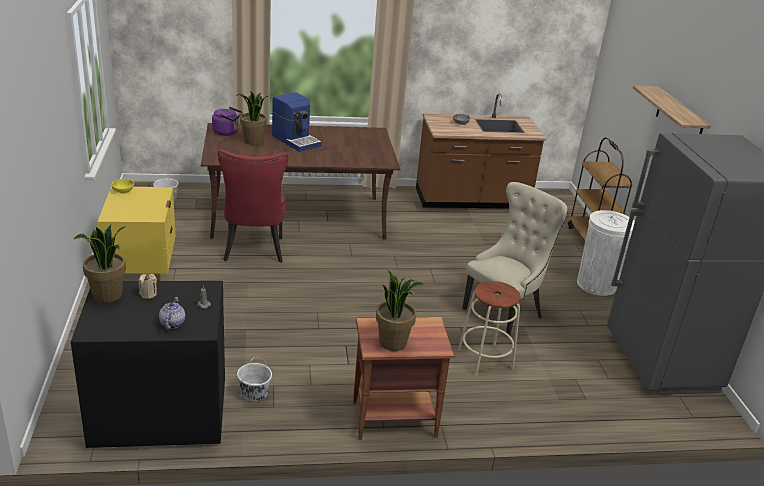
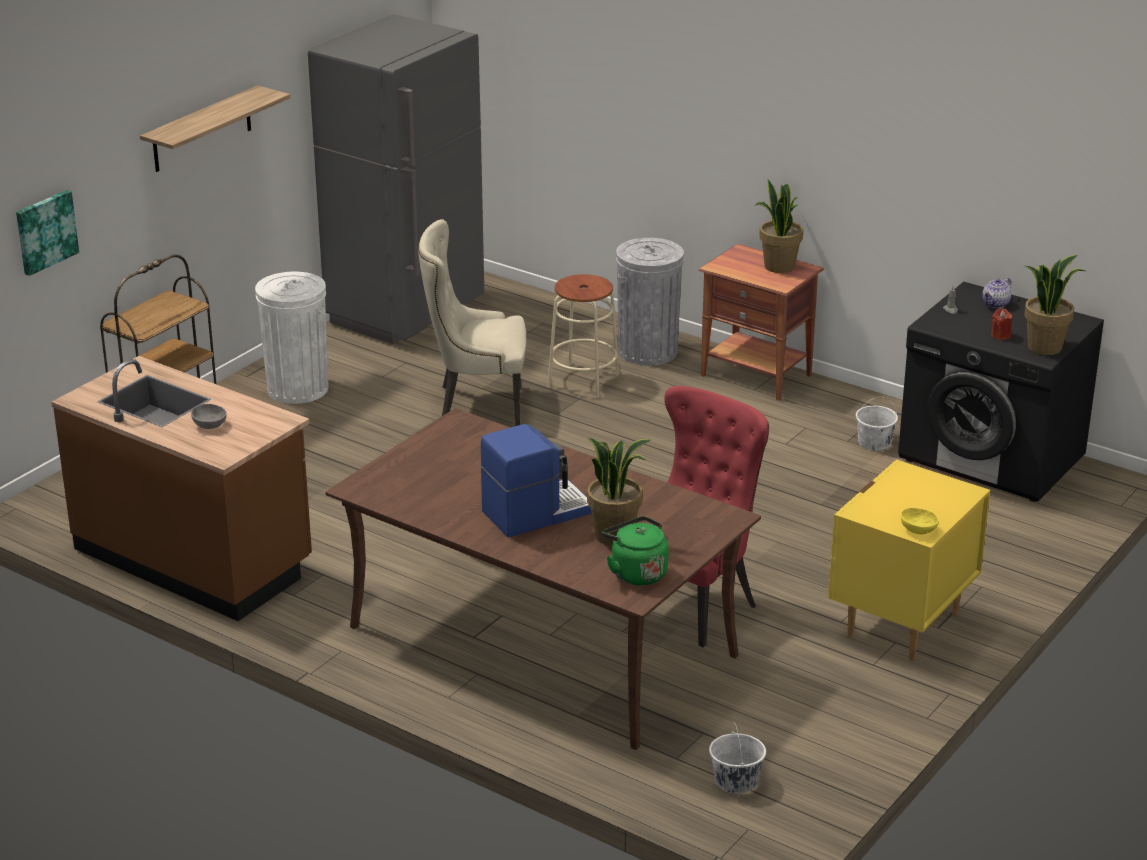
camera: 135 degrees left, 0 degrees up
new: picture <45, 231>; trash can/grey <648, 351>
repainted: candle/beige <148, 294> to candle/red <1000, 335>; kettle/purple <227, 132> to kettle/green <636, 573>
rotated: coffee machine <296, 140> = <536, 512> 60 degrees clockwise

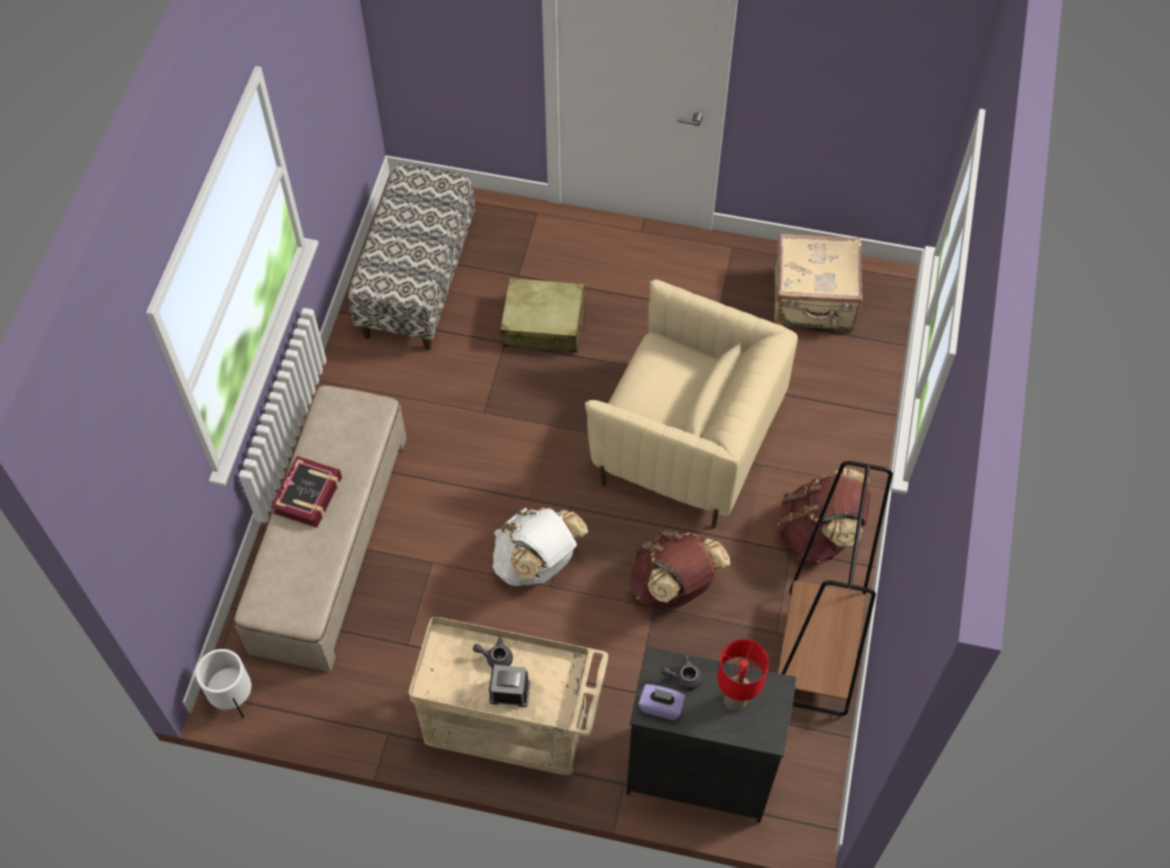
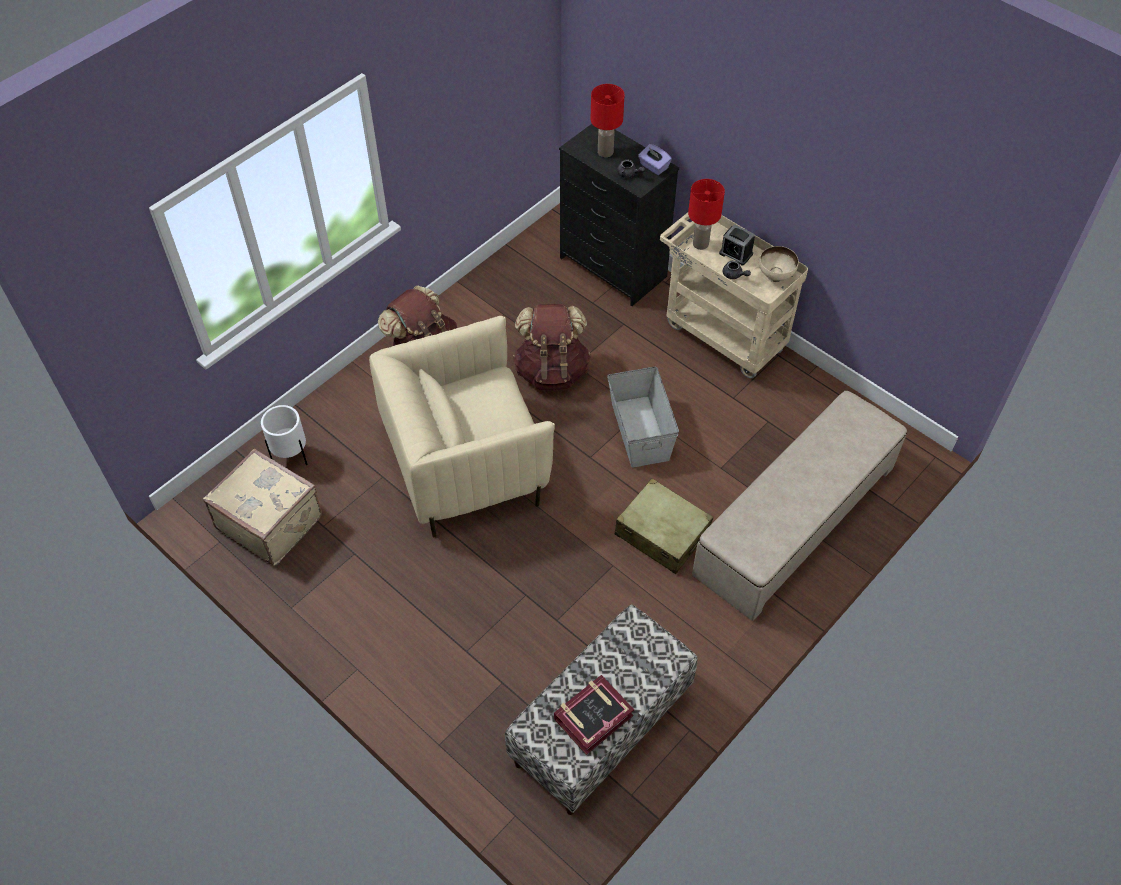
camera: 150 degrees left, 5 degrees down
gone: clothes rack <816, 654>
new: table lamp/red <701, 243>; bowl/beige <775, 276>
shifted: planter/white <234, 698> to <291, 456>; book <308, 495> to <593, 717>; suitcase/beige <544, 324> to <662, 533>
swapped: backpack/white <537, 563> to storage box/grey <640, 430>
rotated: armchair/beige <686, 440> = <466, 462> 75 degrees counterclockwise

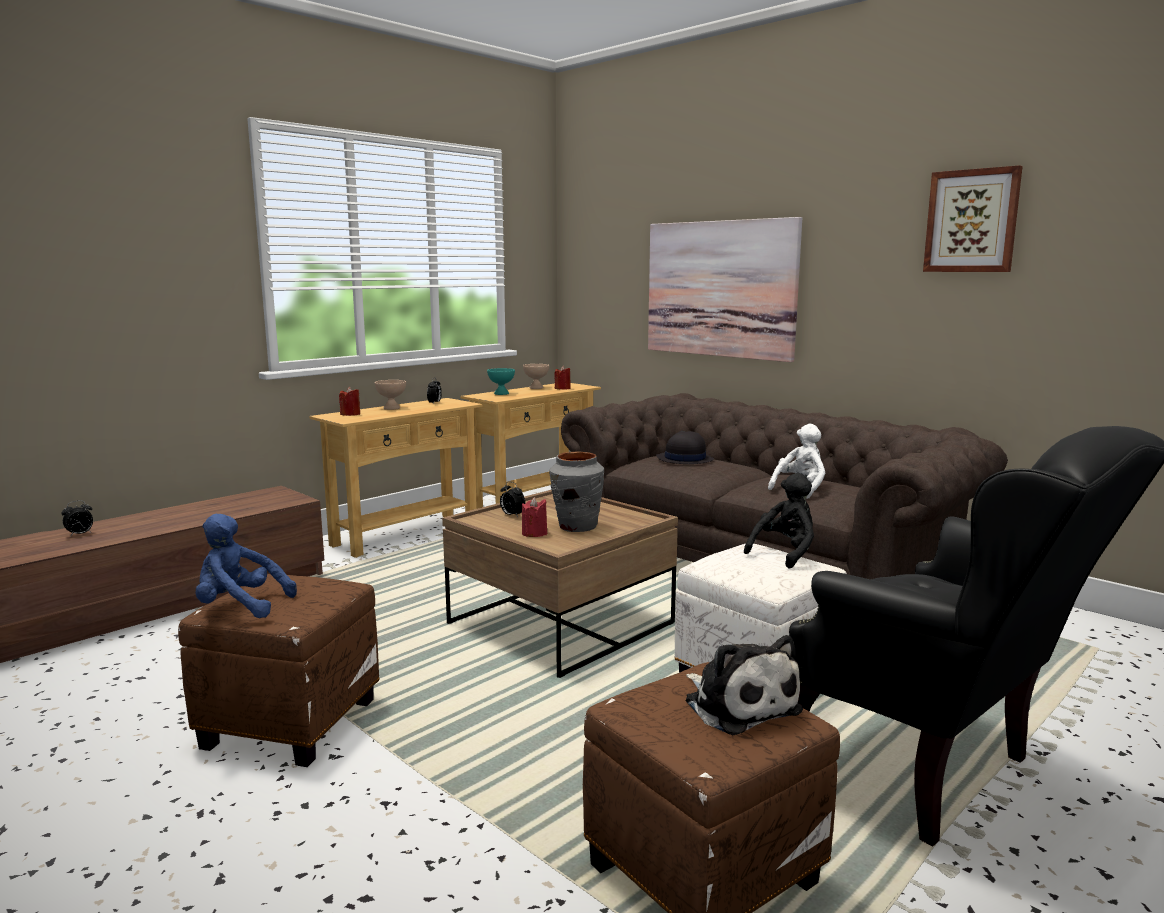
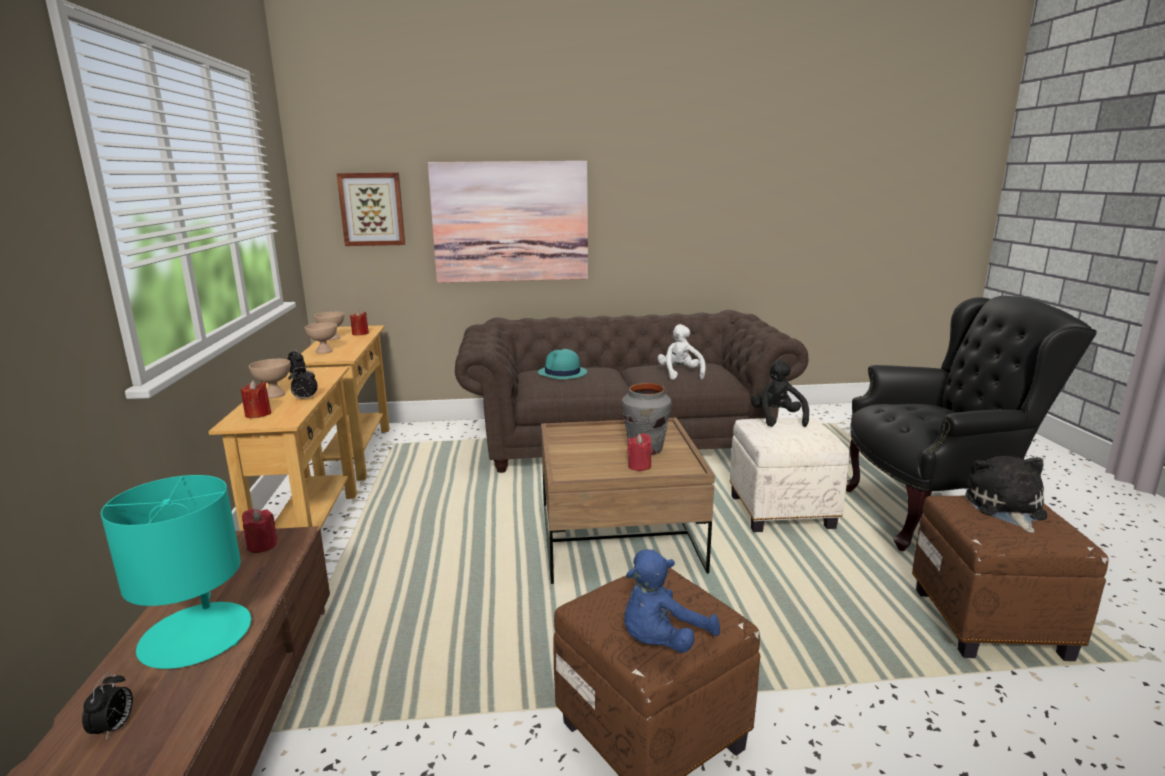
camera: 50 degrees left, 5 degrees up
new: table lamp/turquoise <197, 635>; candle/red <262, 545>
shifted: alarm clock <512, 515> to <305, 399>; picture <972, 221> to <372, 209>
repainted: bowl/turquoise <502, 393> to bowl/beige <325, 351>; hat/black <684, 459> to hat/turquoise <562, 373>
rotated: plush toy <738, 704> = <1005, 508> 90 degrees counterclockwise

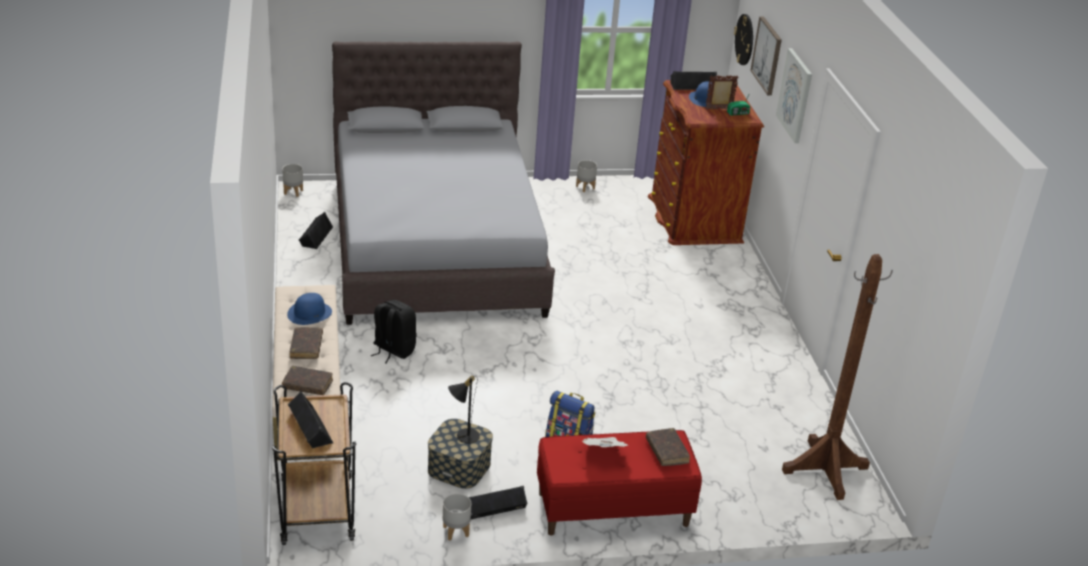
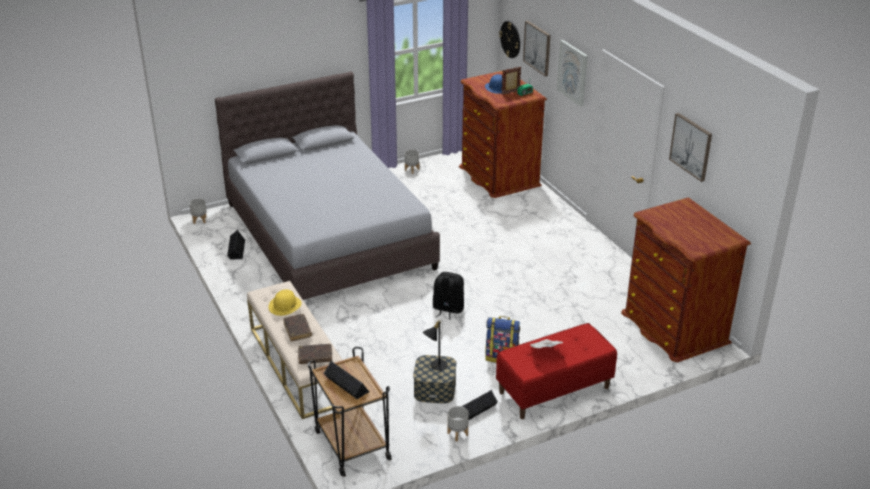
camera: 15 degrees left, 0 degrees up
gone: book/brown <666, 451>; speaker/black <692, 85>
new: picture <691, 146>
shifted: backpack/black <393, 350> to <447, 309>
swapped: clothes rack/brown <825, 469> to dresser/brown <674, 327>
repainted: hat/blue <309, 313> to hat/yellow <285, 305>

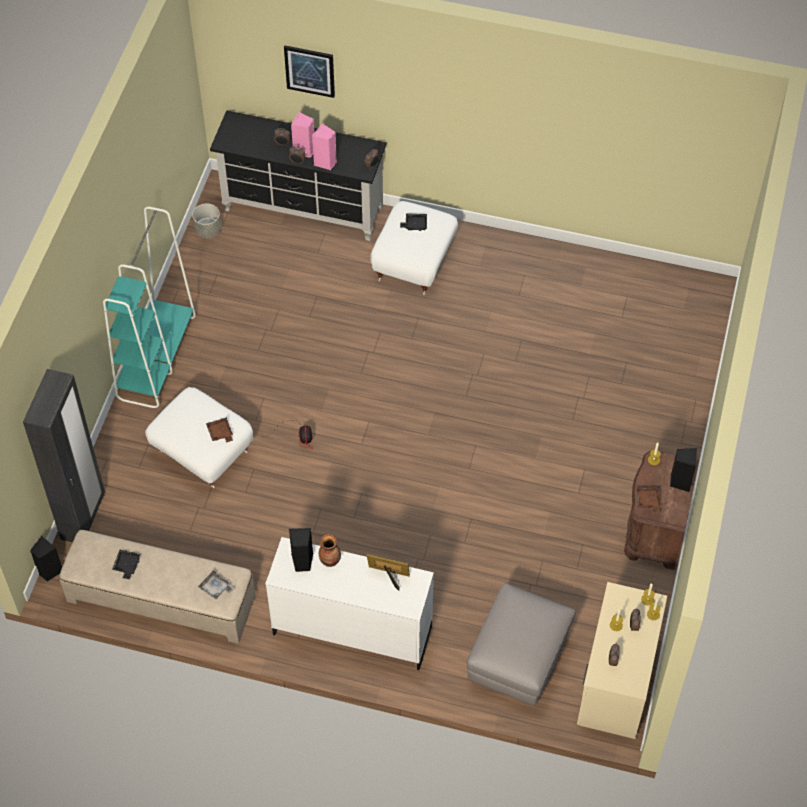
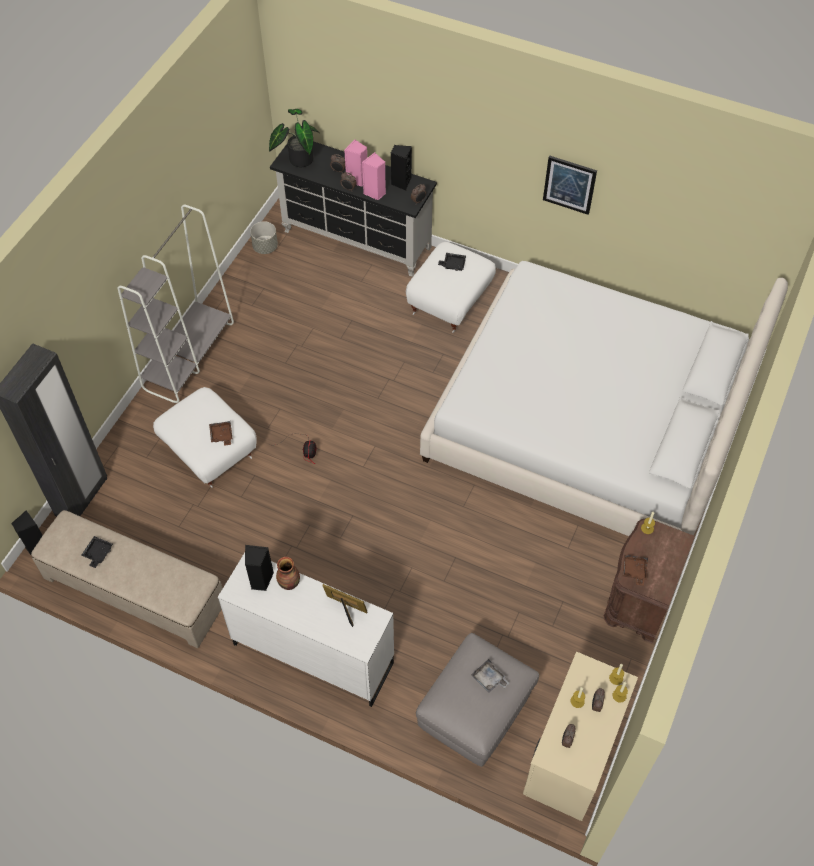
camera: 10 degrees right, 0 degrees up
new: potted plant <298, 159>; bed/white <588, 422>
shifted: tray/grey <216, 588> to <489, 679>; picture <310, 70> to <569, 184>; speaker/black <680, 482> to <401, 182>
repainted: clothes rack/turquoise <157, 358> to clothes rack/grey <189, 357>

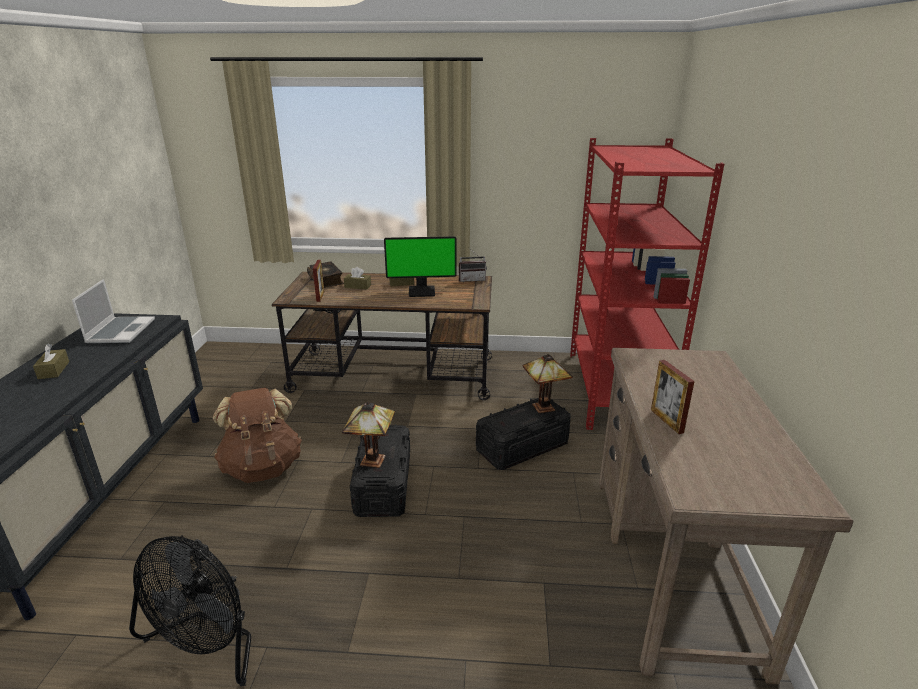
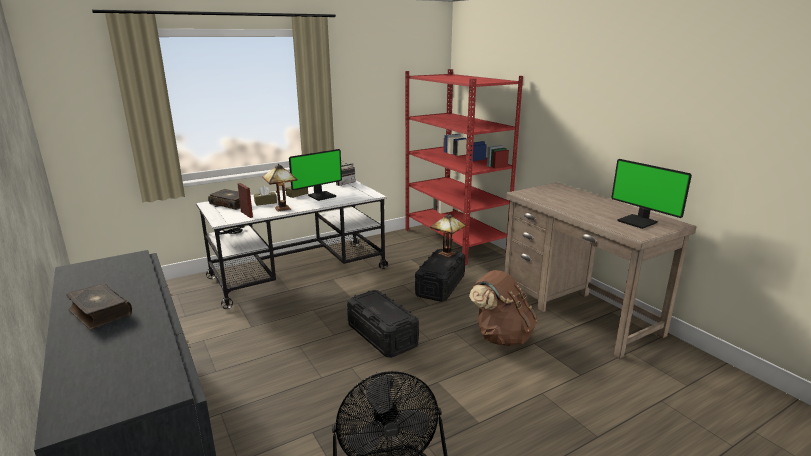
camera: 35 degrees left, 5 degrees down
gone: laptop <120, 331>; picture frame <666, 421>
new: monitor <638, 222>
shifted: backpack/brown <262, 467> to <501, 336>; table lamp <373, 462> to <283, 208>
swapped: tissue box/brown <54, 370> to book <99, 313>
repainted: desk/brown <393, 375> to desk/white <299, 273>

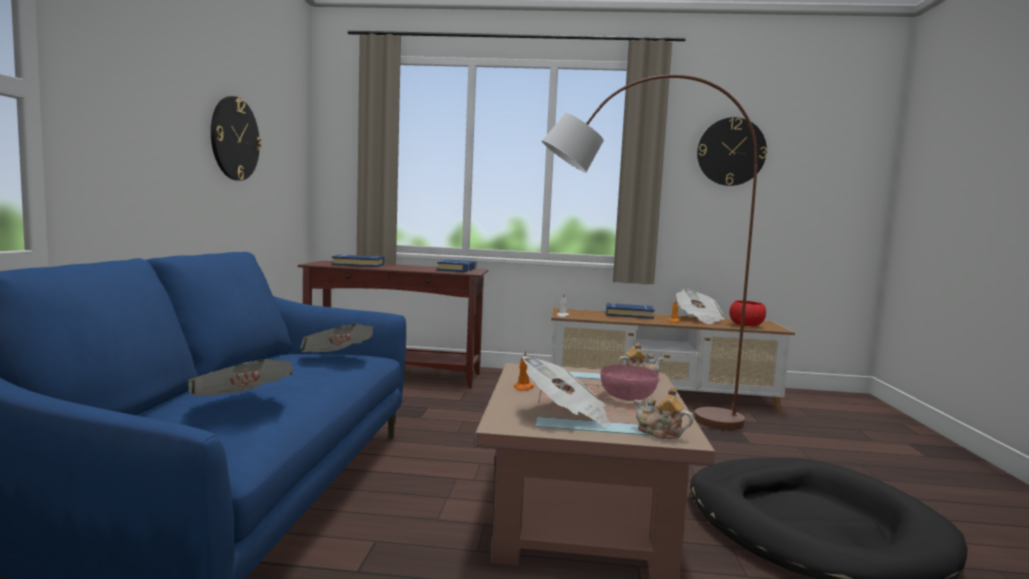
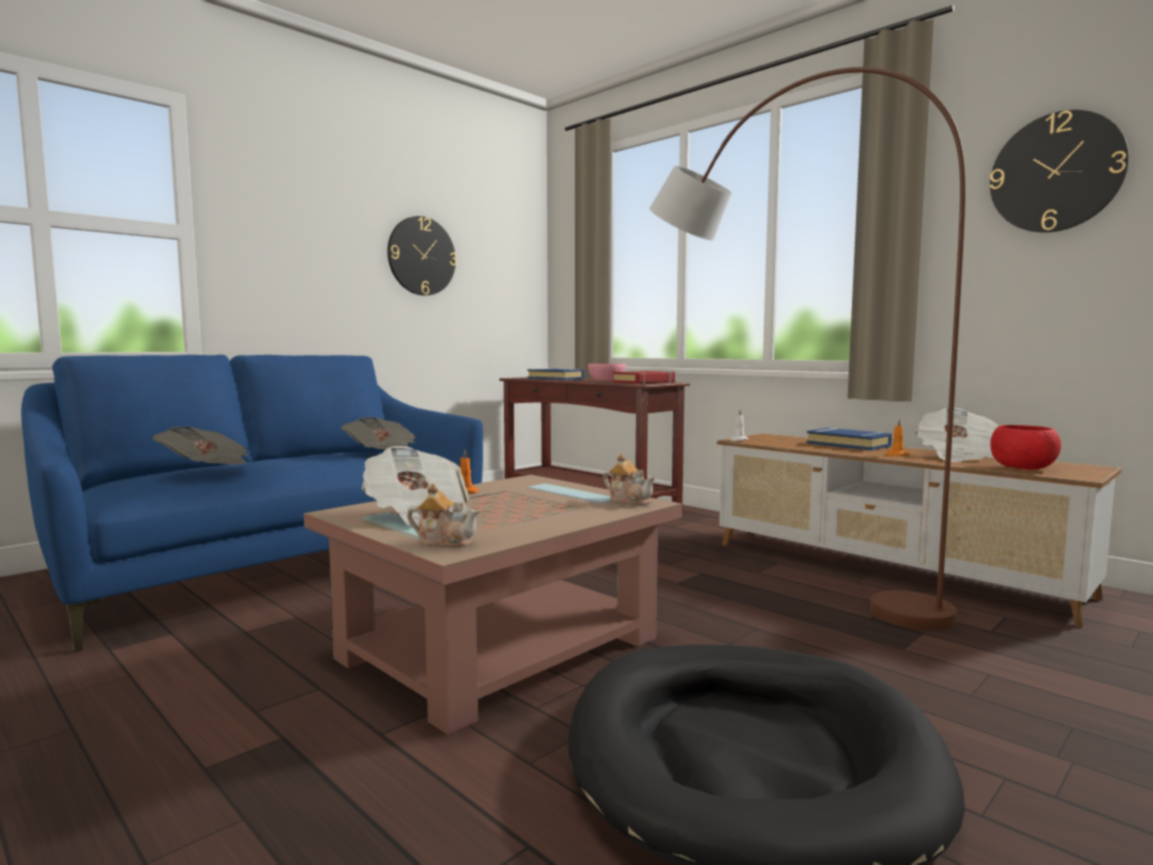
camera: 40 degrees right, 0 degrees up
shifted: bowl/pink <628, 397> to <606, 380>
repainted: book/blue <457, 269> to book/red <644, 382>
rotated: teapot <660, 433> = <445, 542> 120 degrees clockwise

